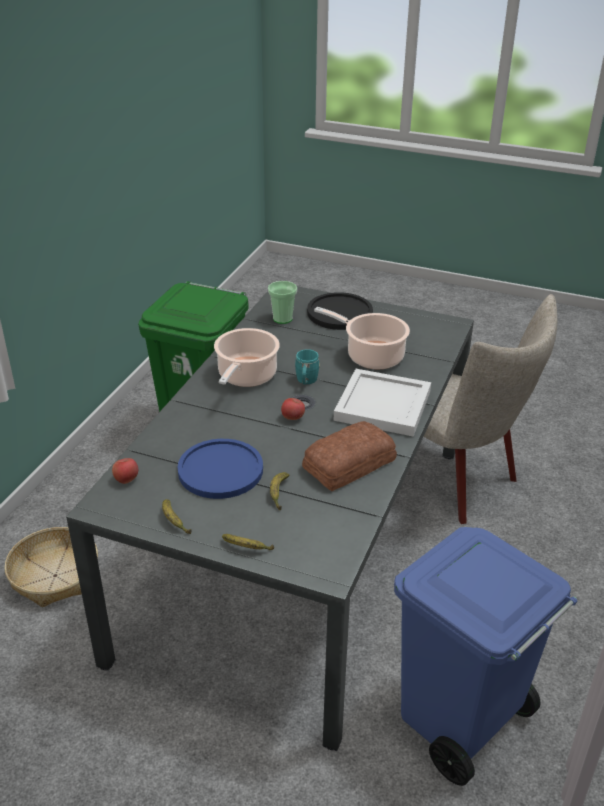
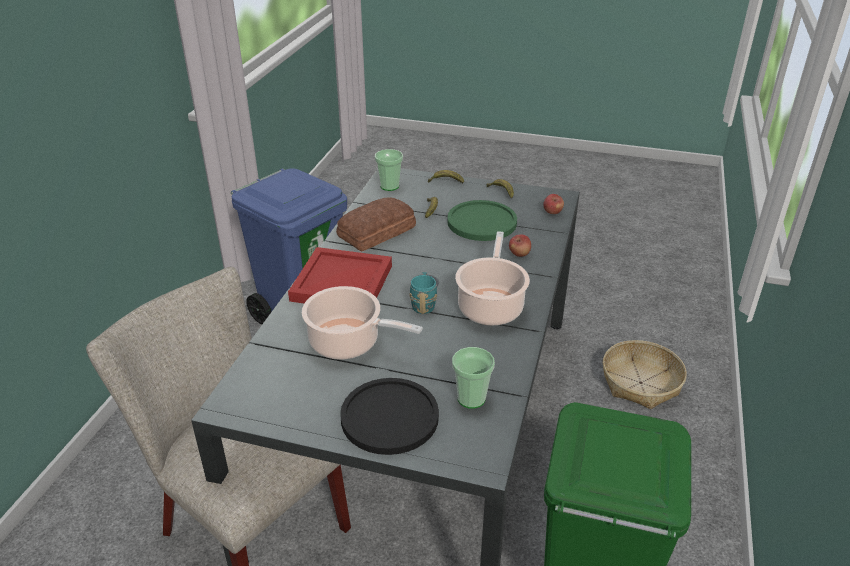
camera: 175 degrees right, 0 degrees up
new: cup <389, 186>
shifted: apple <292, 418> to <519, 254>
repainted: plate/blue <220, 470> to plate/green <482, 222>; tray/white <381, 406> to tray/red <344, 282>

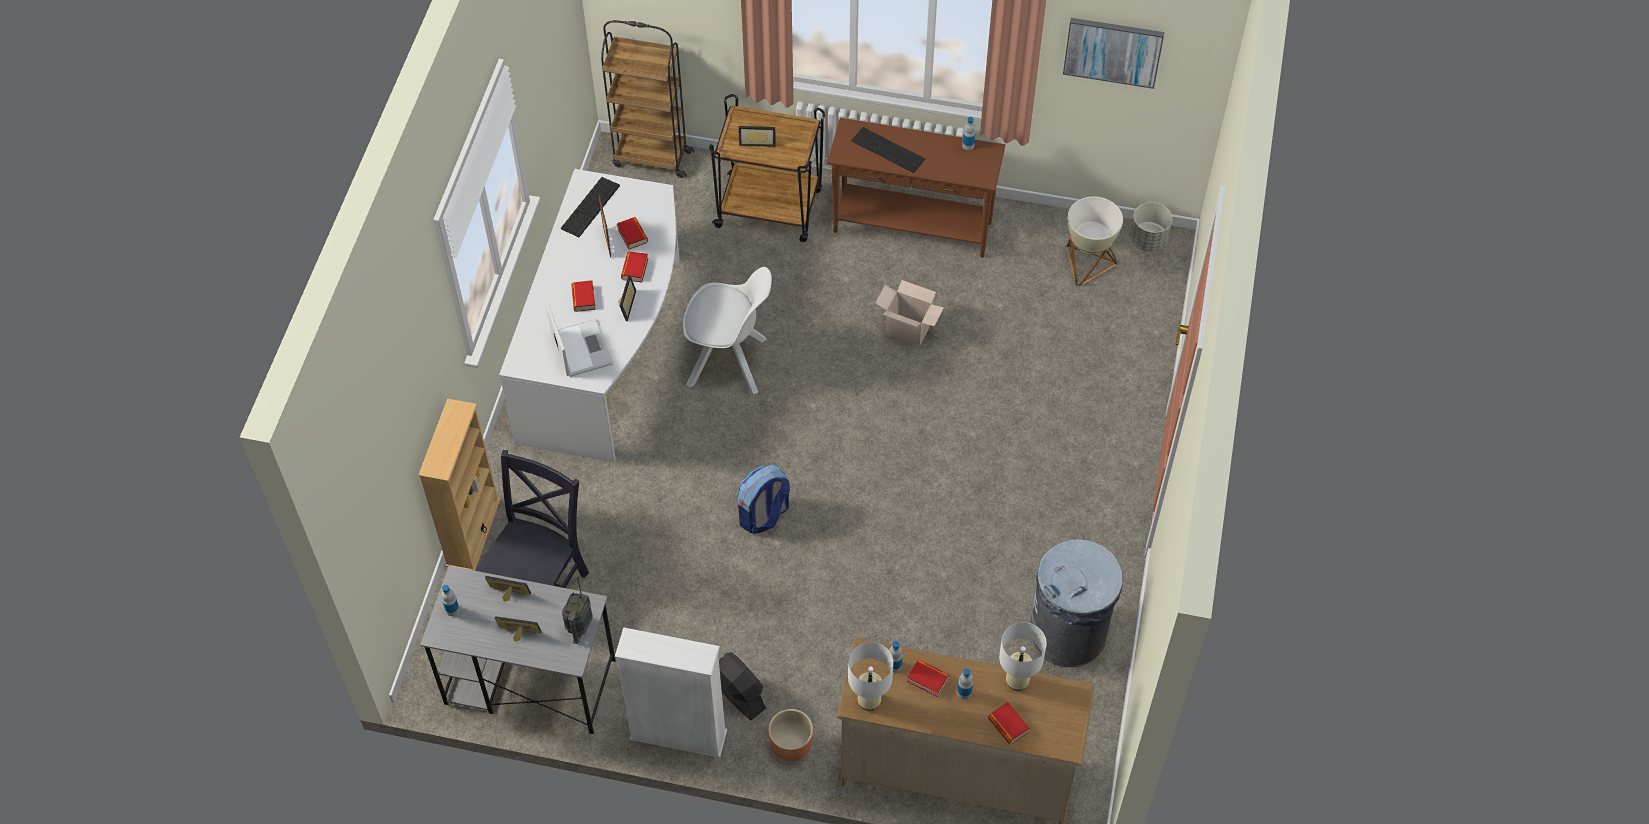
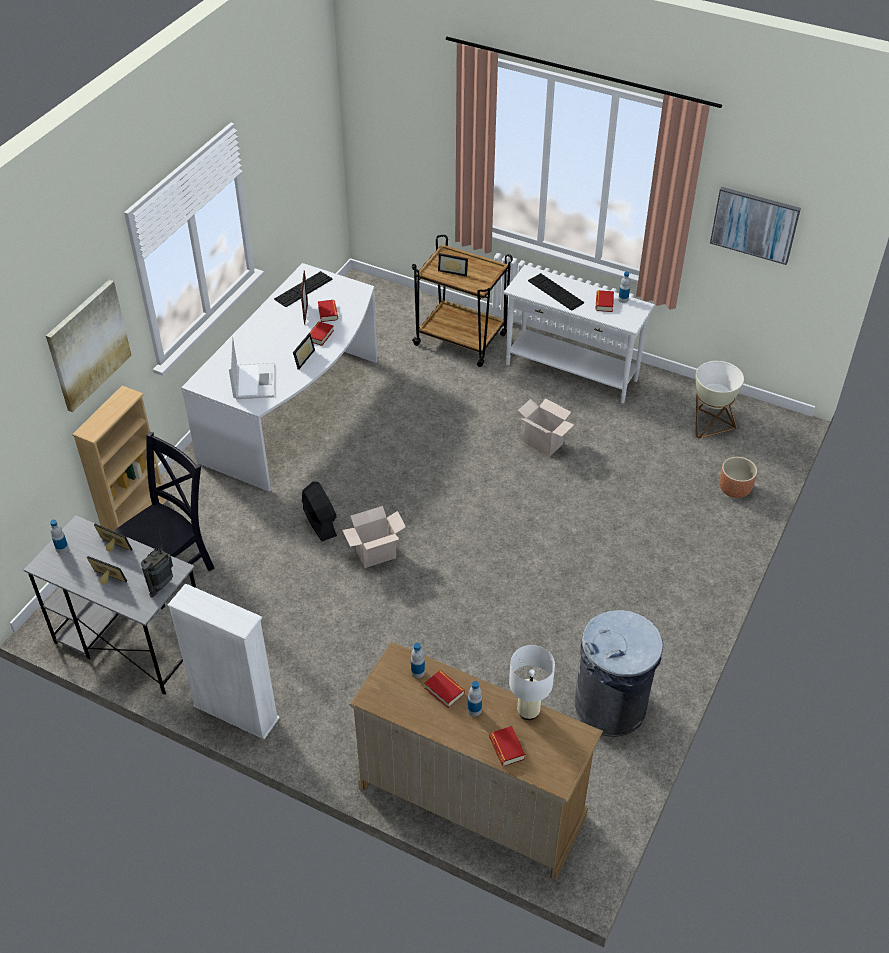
camera: 15 degrees right, 10 degrees down
gone: cart/brown <652, 159>; chair/white <729, 362>; table lamp/white <868, 701>; planter/grey <1148, 240>
new: picture <88, 345>
shifted: book <583, 298> to <604, 303>; fan/black <738, 693> to <320, 522>; planter/brown <791, 746> to <735, 490>
swapped: backpack <764, 516> to cardboard box <375, 555>
repainted: console table/brown <913, 227> to console table/white <572, 372>

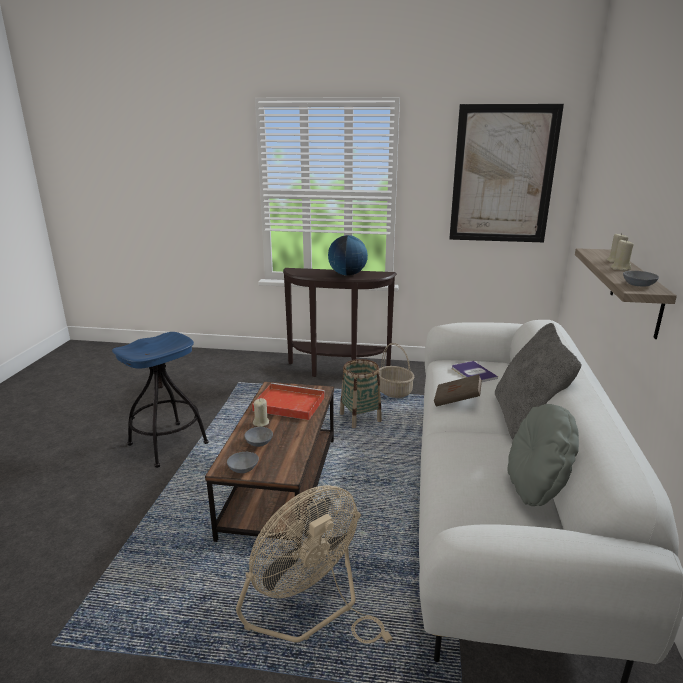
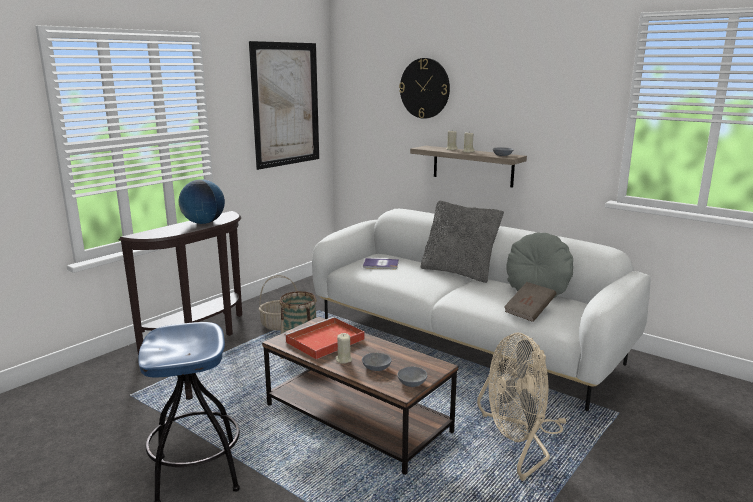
camera: 60 degrees left, 5 degrees down
new: wall clock <424, 88>
shifted: book/brown <457, 401> to <529, 312>

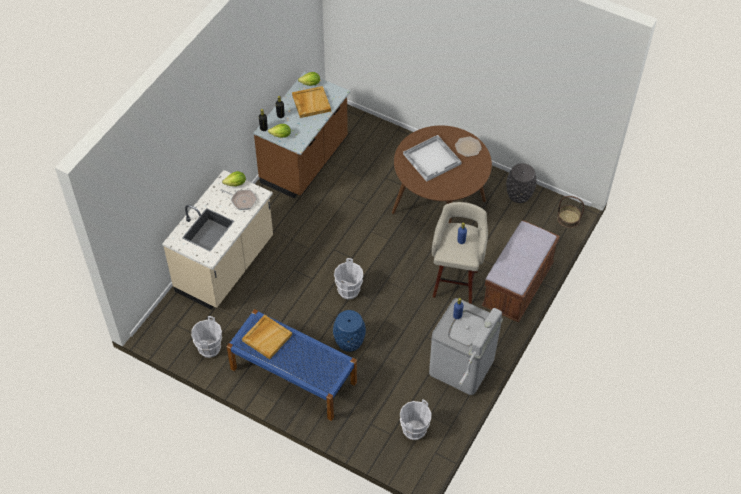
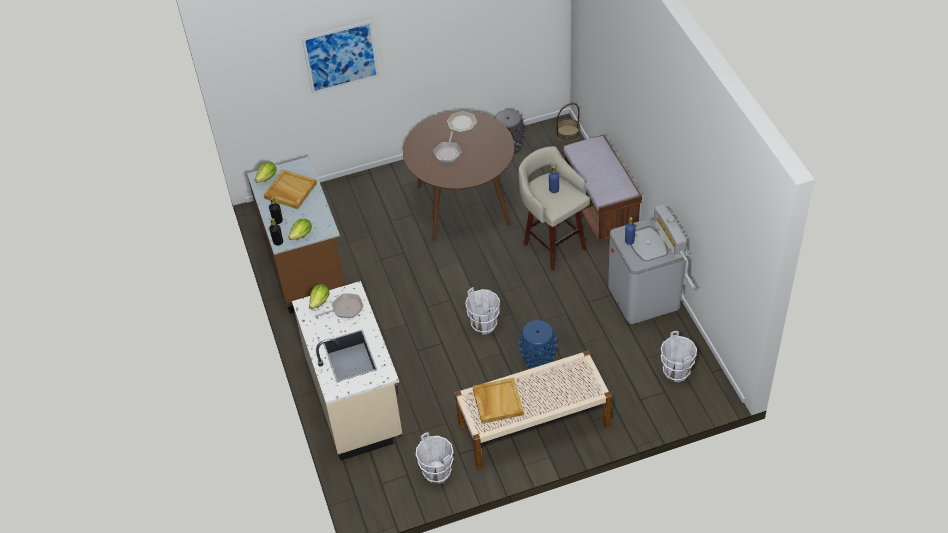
camera: 45 degrees left, 5 degrees down
new: picture <341, 57>
swapped: tray/white <432, 159> to frying pan <448, 152>
repainted: bench/blue <293, 376> to bench/beige <533, 425>

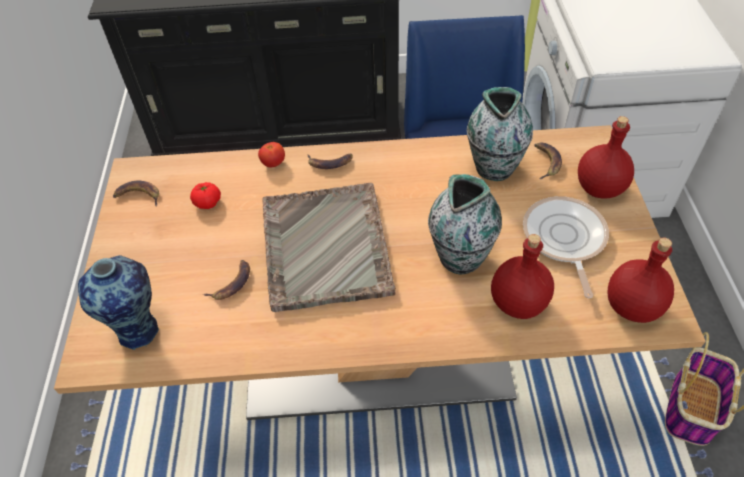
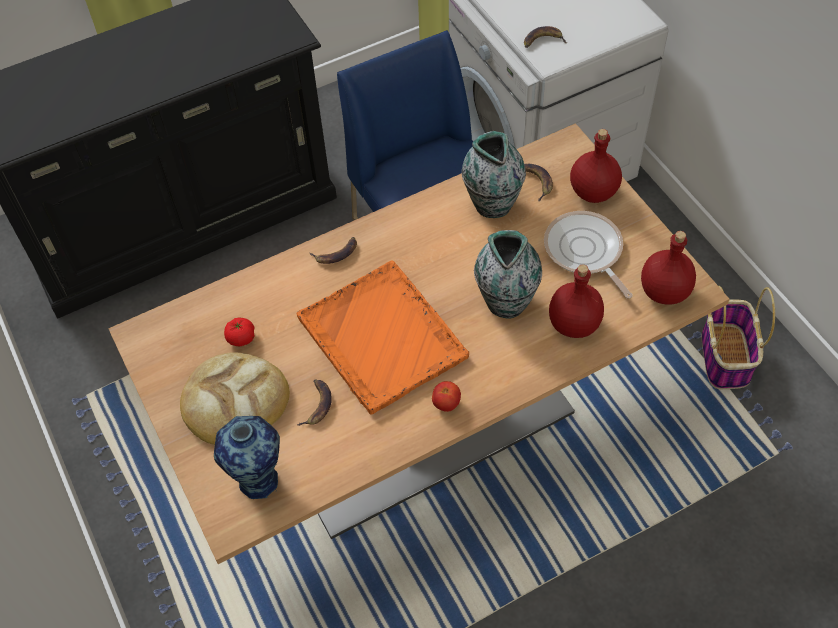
camera: 25 degrees left, 5 degrees up
new: bread <234, 401>
shifted: banana <138, 195> to <542, 41>; tomato <273, 163> to <446, 403>
repainted: tray/grey <325, 248> to tray/orange <383, 339>

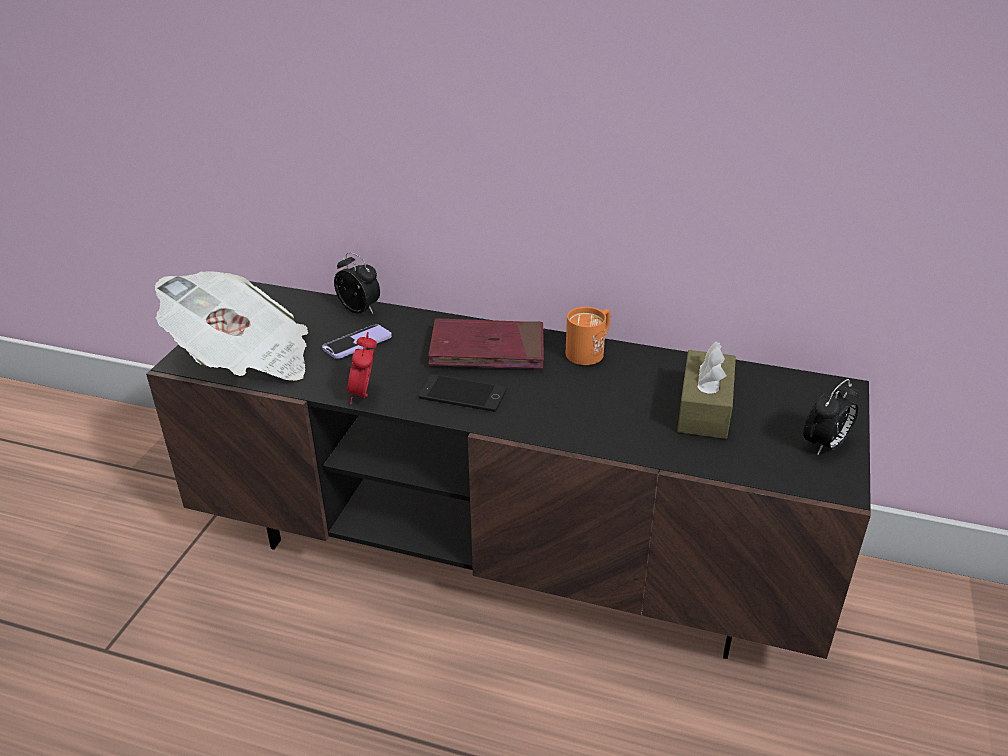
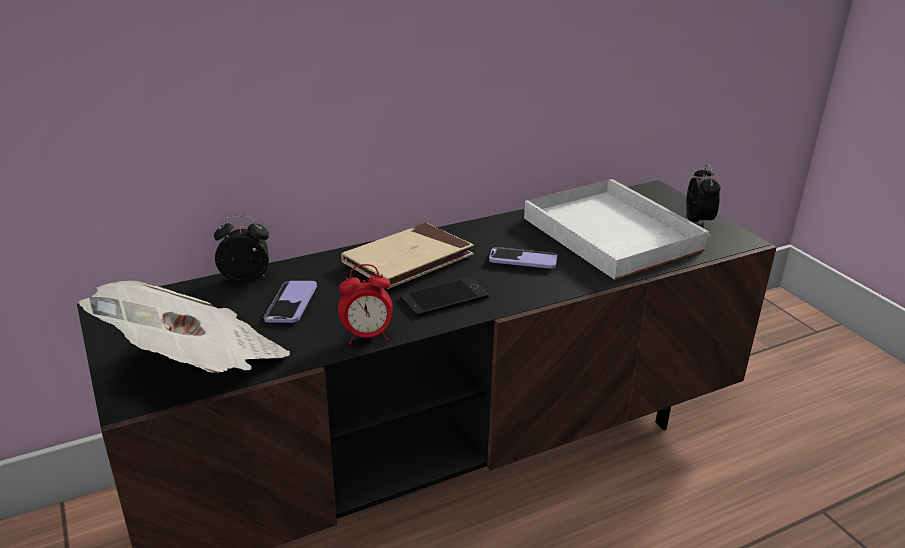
camera: 45 degrees left, 5 degrees down
gone: mug/orange <590, 351>
new: phone <523, 260>
swapped: tissue box/brown <704, 408> to tray/white <608, 232>
repainted: book/red <487, 349> to book/beige <408, 260>
rotated: alarm clock <364, 395> = <367, 336> 60 degrees counterclockwise

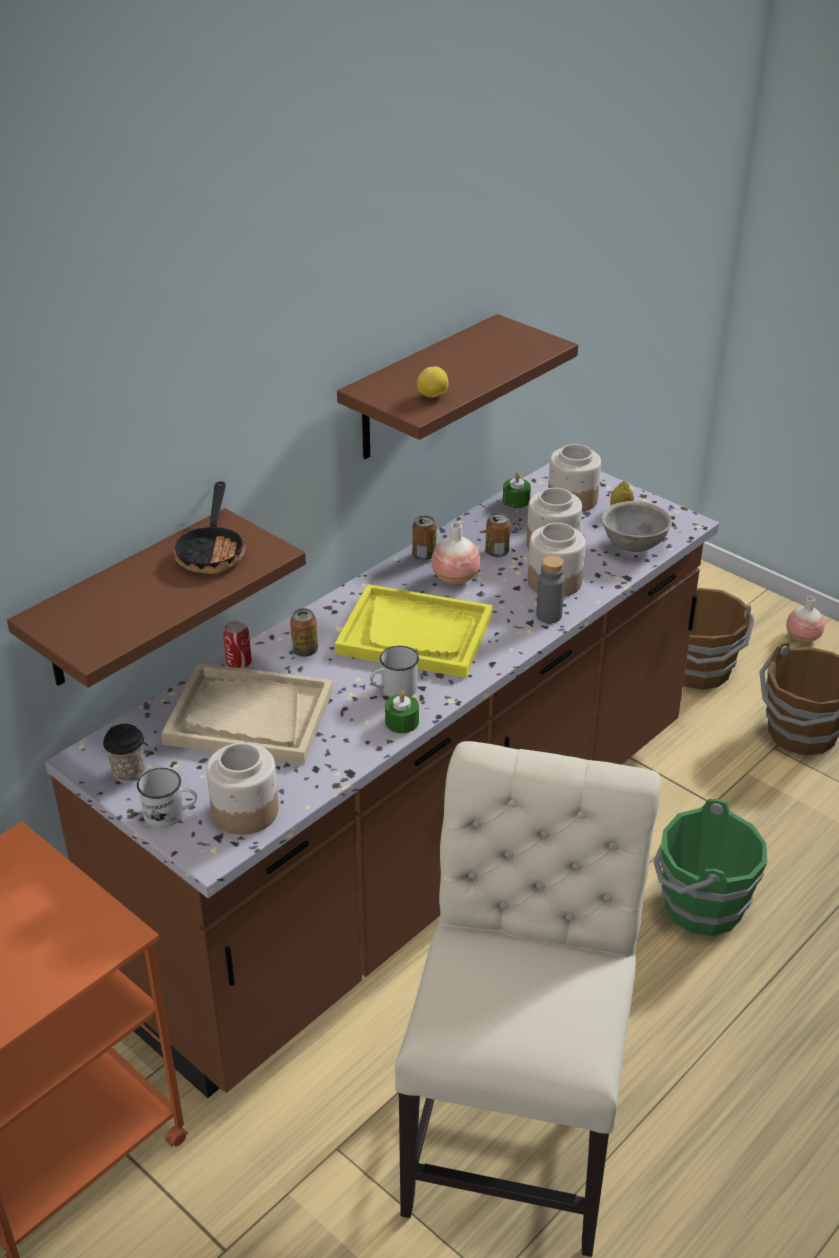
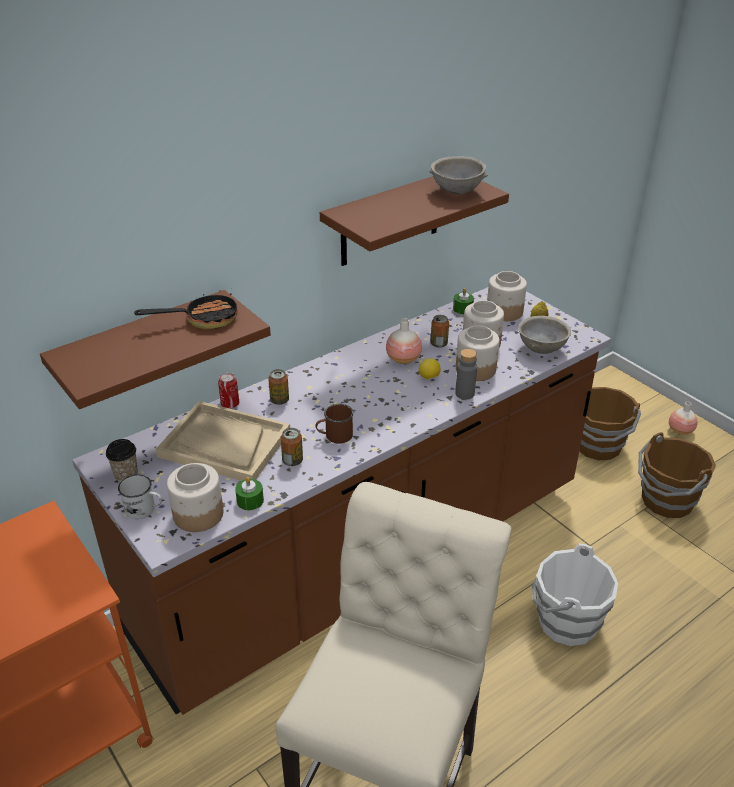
camera: 10 degrees right, 0 degrees up
gone: tray/yellow <415, 634>
new: bowl/grey <457, 192>
shifted: candle/green <402, 722> to <250, 500>; can <424, 555> to <292, 461>; lemon <433, 396> to <429, 378>
repainted: mug/white <394, 690> to mug/brown <334, 436>; bucket/green <700, 906> to bucket/white <565, 621>
rotated: frying pan <212, 551> = <203, 319> 120 degrees counterclockwise

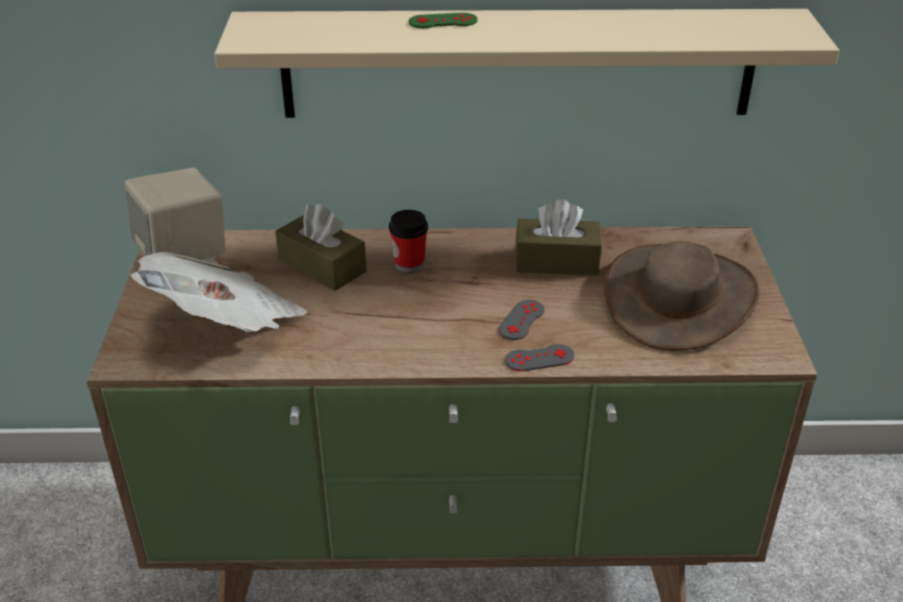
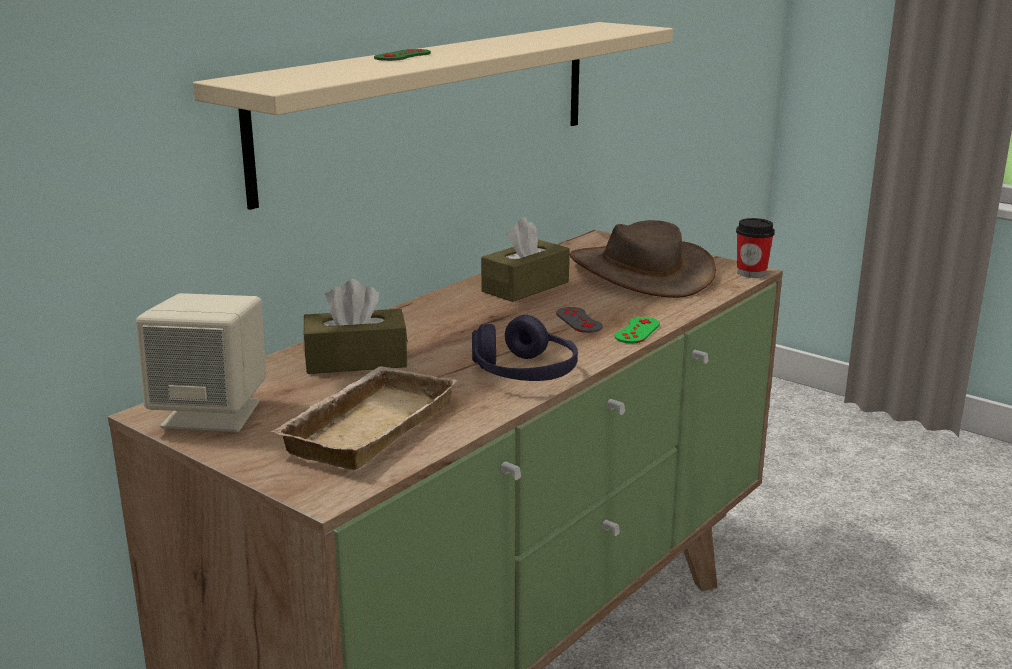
camera: 50 degrees left, 15 degrees down
new: headphones/purple <524, 373>
shifted: cup <409, 264> to <751, 273>
swapped: newspaper <228, 325> to tray/beige <366, 425>
repainted: game controller/grey <539, 358> to game controller/green <637, 331>

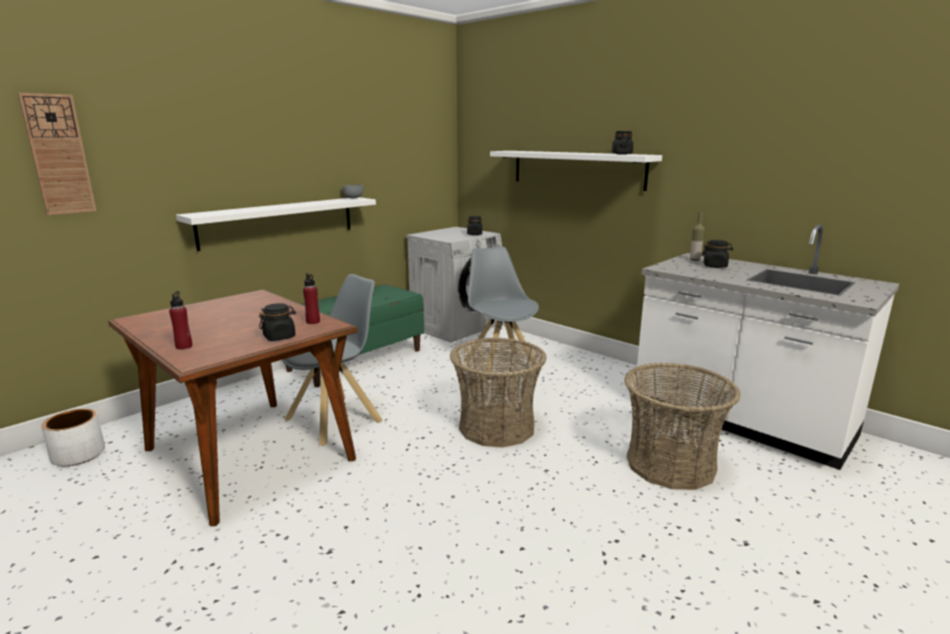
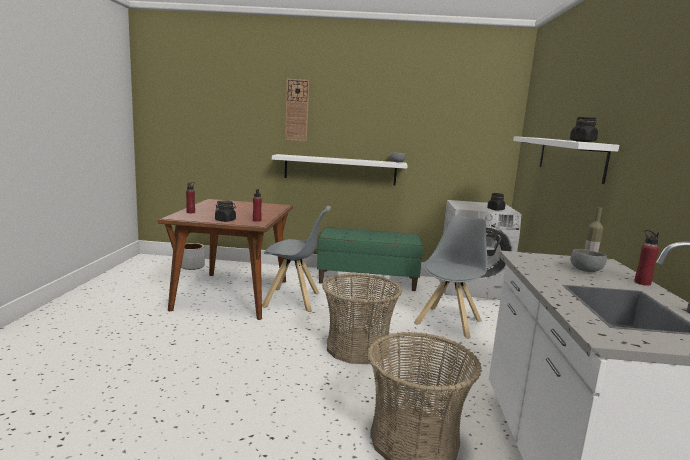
camera: 50 degrees right, 5 degrees down
new: bottle/red <642, 283>
shifted: wall clock <58, 155> to <297, 110>
swapped: jar/black <715, 266> to bowl/grey <585, 271>

